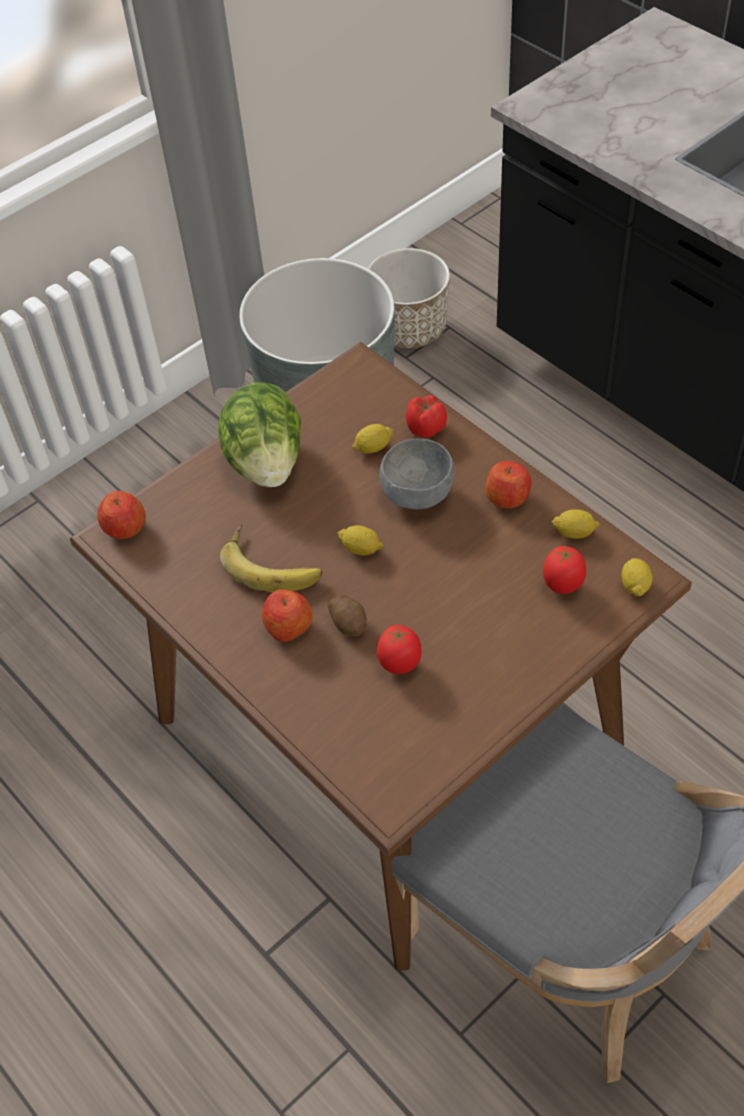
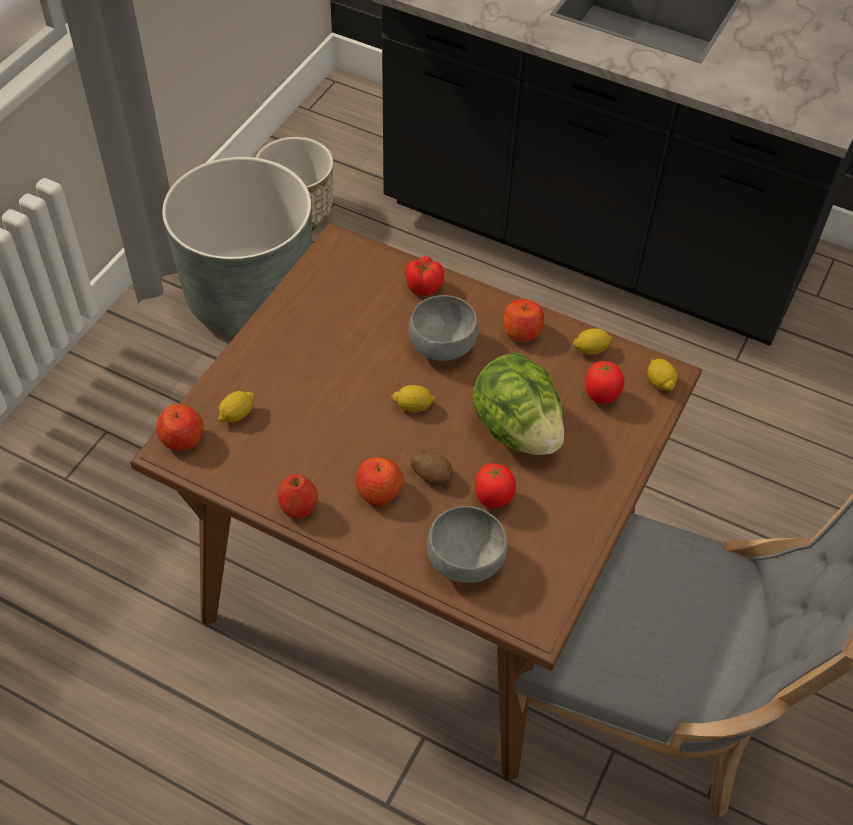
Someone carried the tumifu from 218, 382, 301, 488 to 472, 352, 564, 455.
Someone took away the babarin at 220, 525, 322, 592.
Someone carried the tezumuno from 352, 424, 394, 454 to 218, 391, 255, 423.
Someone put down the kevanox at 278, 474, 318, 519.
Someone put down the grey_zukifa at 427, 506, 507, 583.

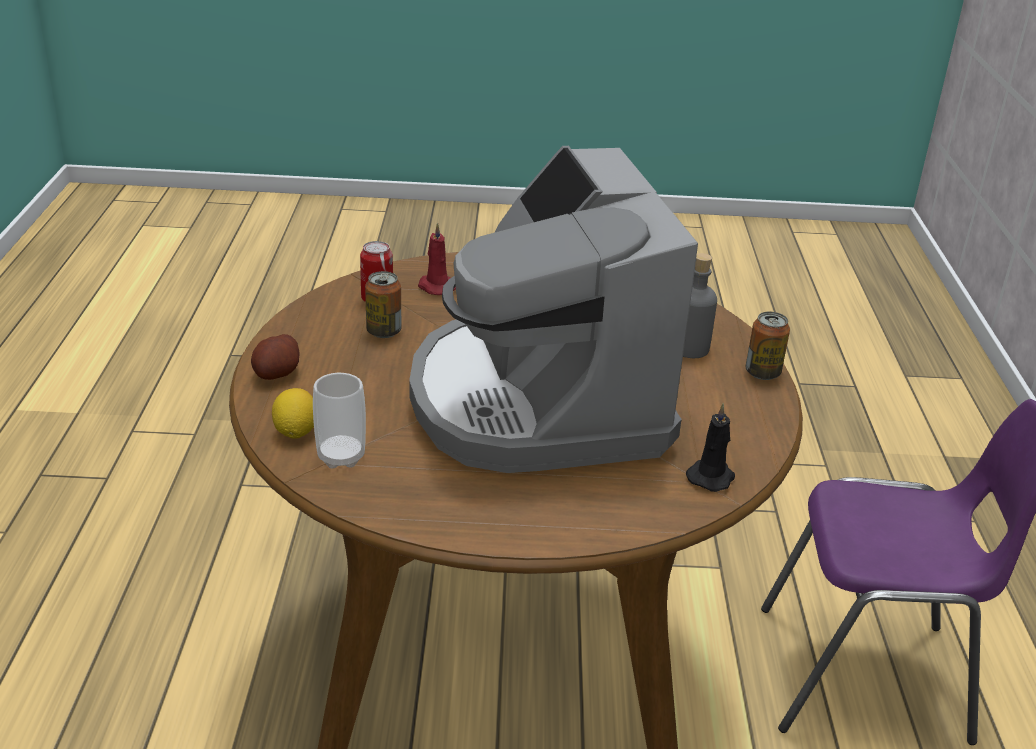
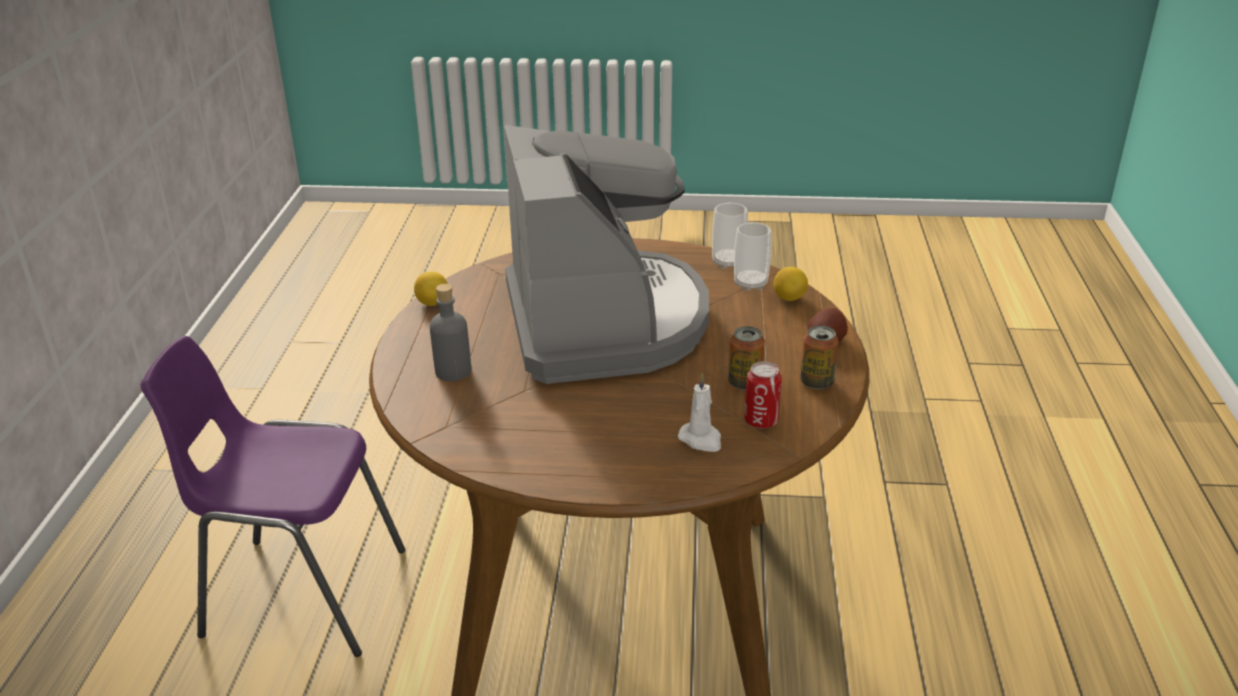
Someone repainted the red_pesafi at 418, 222, 456, 295, which became the white_pesafi at 678, 373, 721, 452.
Someone took away the black_pesafi at 686, 403, 735, 492.
Someone carried the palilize from 746, 312, 790, 380 to 800, 325, 838, 389.
Someone put down the tezumuno at 414, 272, 448, 306.
Someone put down the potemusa at 712, 203, 748, 269.

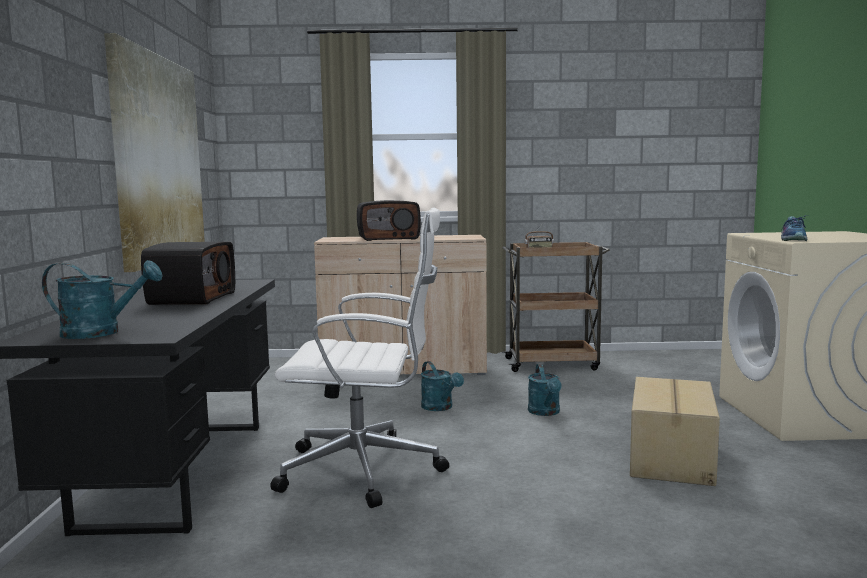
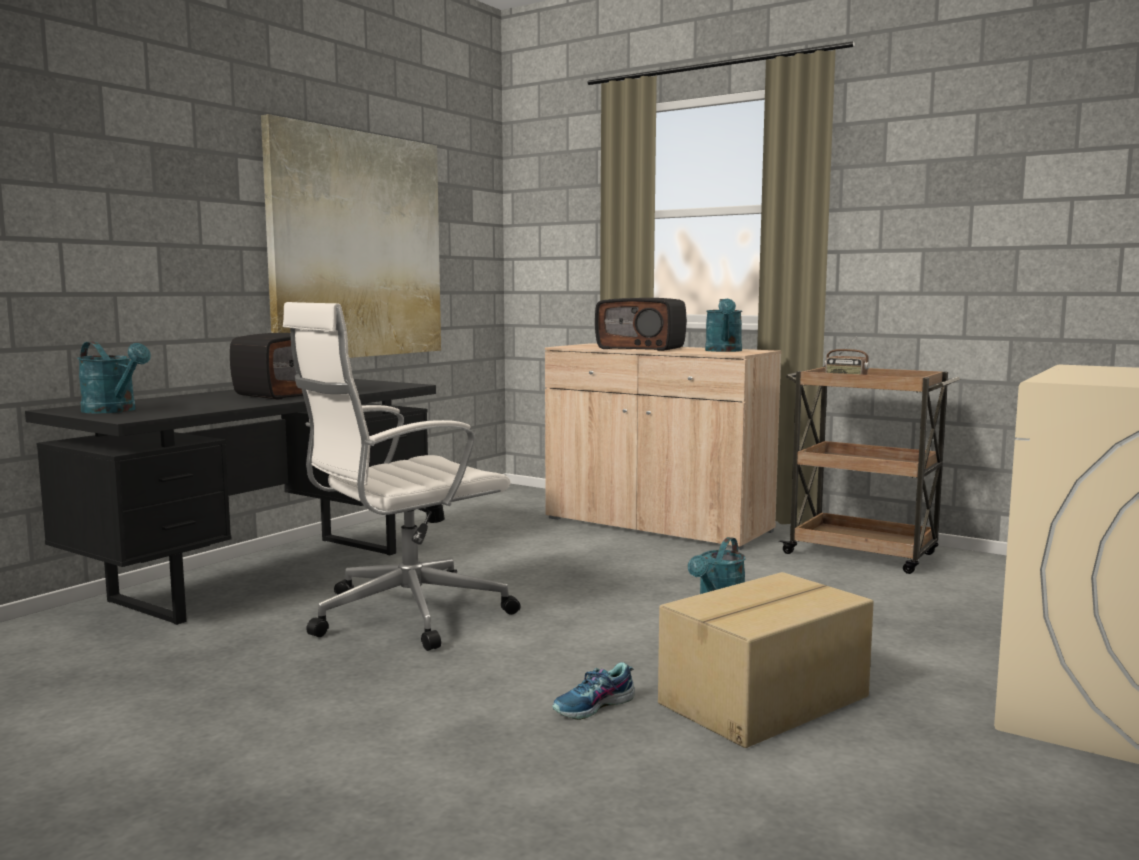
Someone rotated the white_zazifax at 270, 207, 449, 508 by 105 degrees clockwise.
Someone carried the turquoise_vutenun from 421, 361, 464, 411 to 705, 299, 742, 352.
Someone carried the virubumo from 781, 215, 807, 241 to 552, 662, 635, 720.

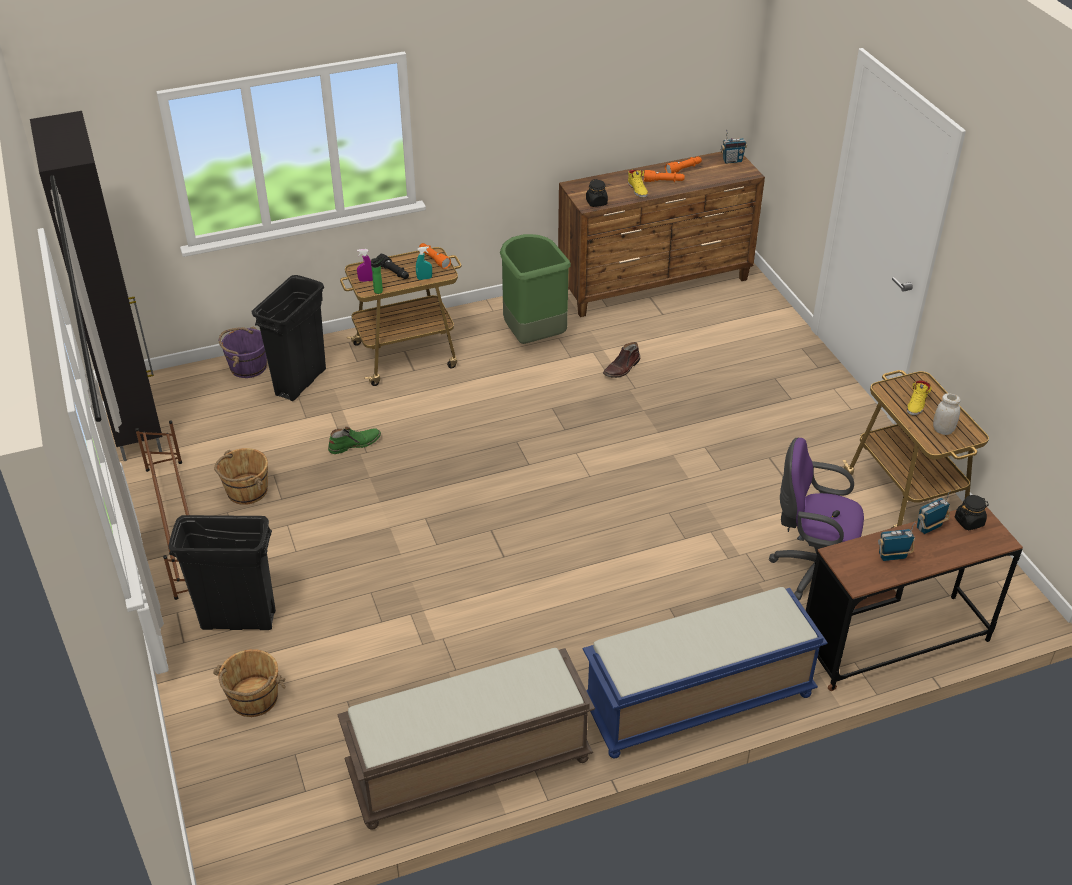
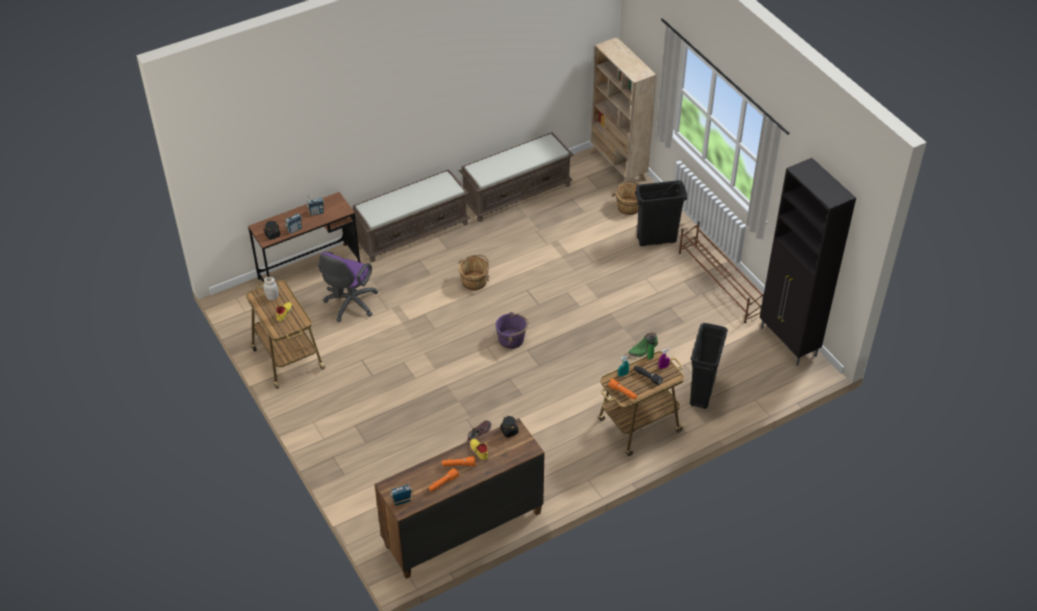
Someone carried the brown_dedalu from 214, 448, 268, 505 to 458, 255, 490, 291.
Someone carried the purple_dedalu from 219, 327, 267, 378 to 496, 312, 528, 349.
Someone took away the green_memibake at 500, 234, 571, 344.
Someone repainted the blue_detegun at 582, 587, 828, 759, which became the brown_detegun at 353, 169, 470, 262.
Someone rotated the purple_zazifax at 769, 438, 864, 600 by 105 degrees clockwise.
Someone put down the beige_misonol at 590, 37, 657, 184.

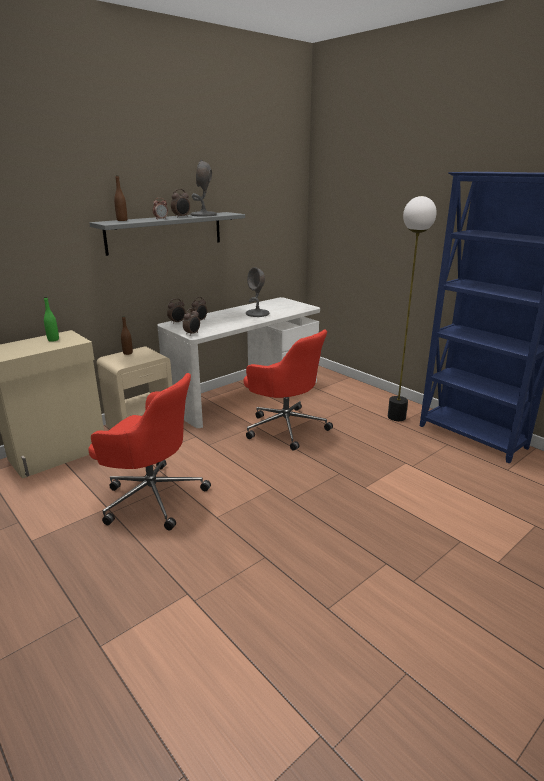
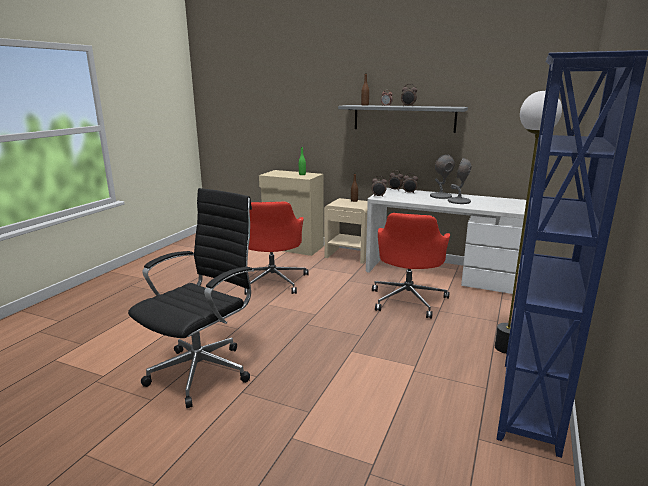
Someone carried the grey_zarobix from 191, 160, 217, 216 to 430, 154, 455, 199.
Someone put down the black_zazifax at 128, 188, 254, 408.

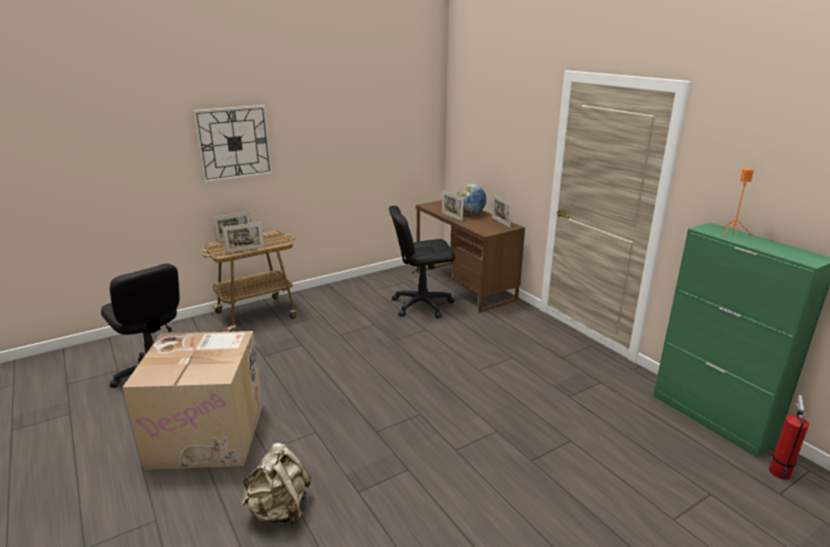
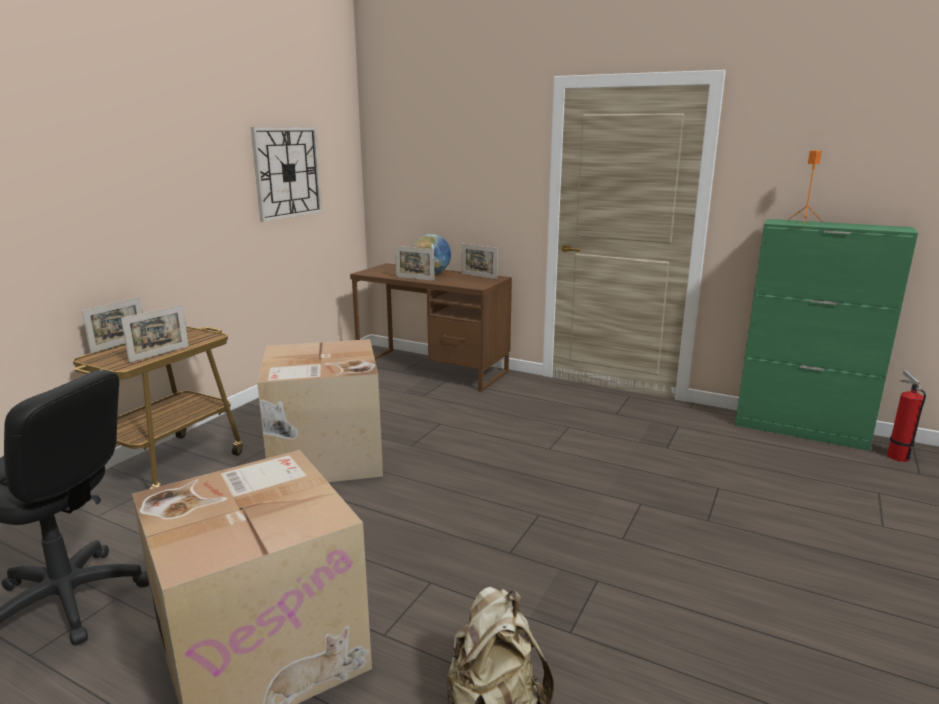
Someone carried the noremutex from 193, 105, 273, 183 to 251, 127, 322, 222.
Someone took away the black_zazifax at 389, 206, 455, 318.
Someone put down the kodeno at 257, 339, 383, 482.

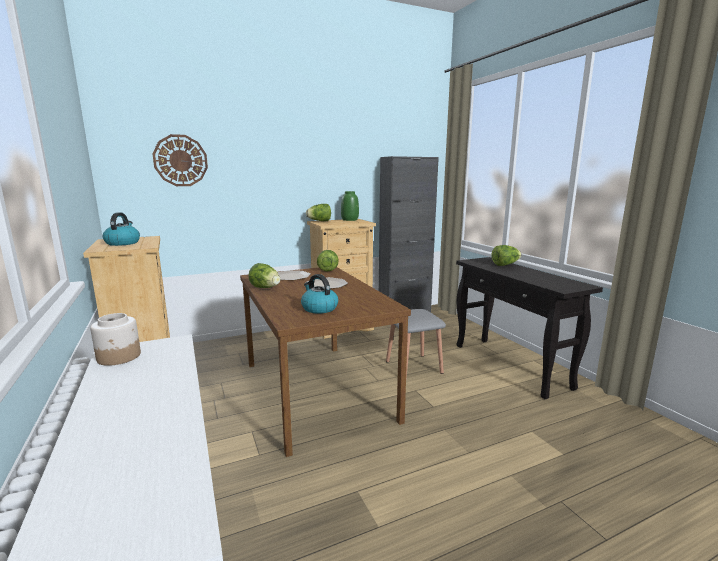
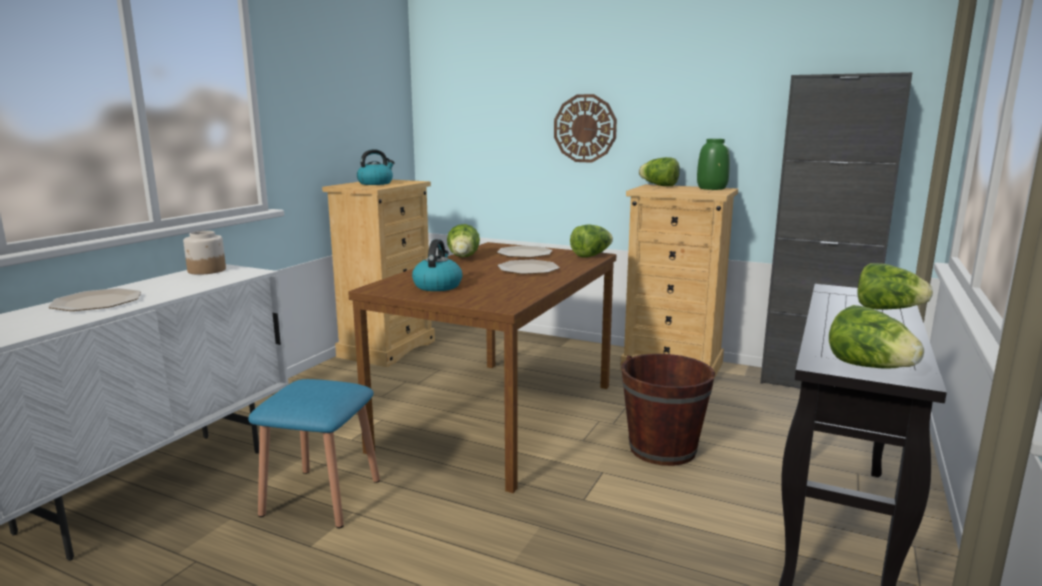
Someone carried the noremutex from 152, 134, 208, 186 to 554, 94, 617, 163.
Someone swapped the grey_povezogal at 386, 309, 446, 378 for the brown_dedalu at 621, 354, 715, 466.
Someone put down the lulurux at 48, 288, 141, 311.
Someone put down the blue_povezogal at 248, 379, 380, 528.
Someone put down the tumifu at 829, 305, 924, 369.

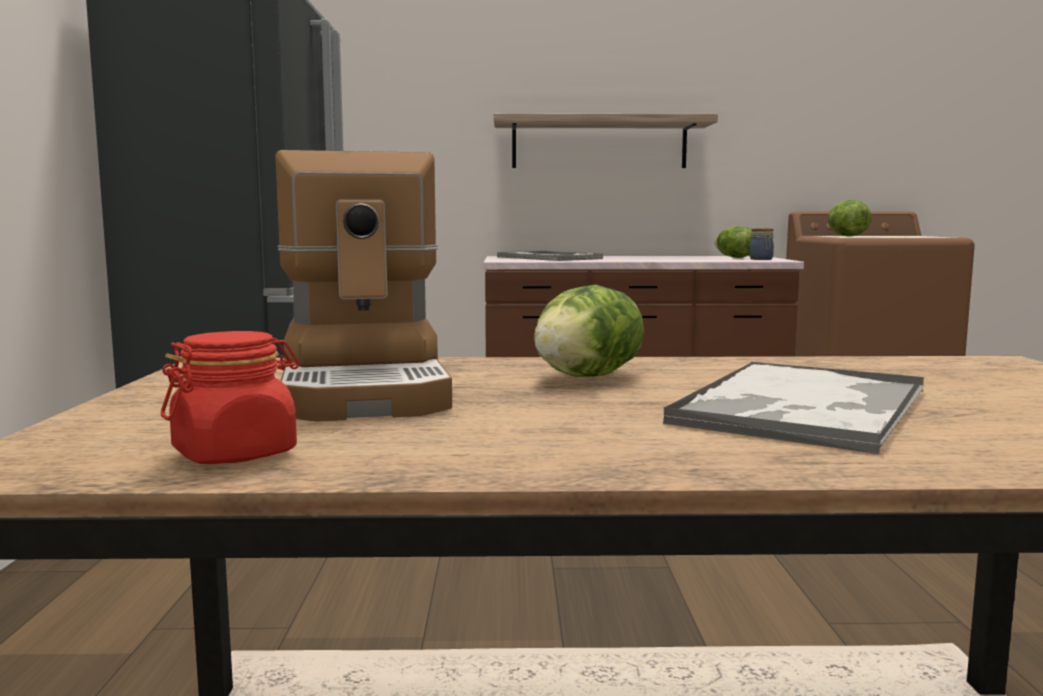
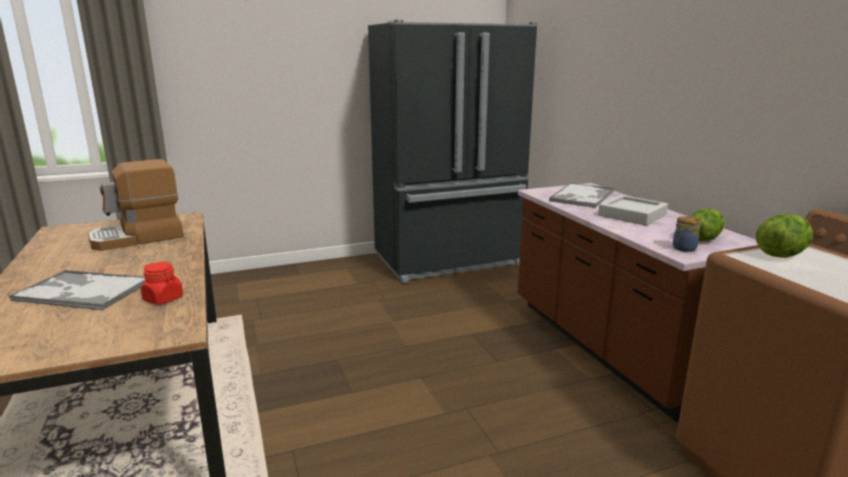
Someone carried the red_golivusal from 161, 331, 299, 464 to 141, 262, 183, 305.
Someone took away the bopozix at 494, 113, 718, 168.
Someone took away the tumifu at 534, 285, 644, 377.
Someone put down the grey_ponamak at 598, 195, 668, 226.

